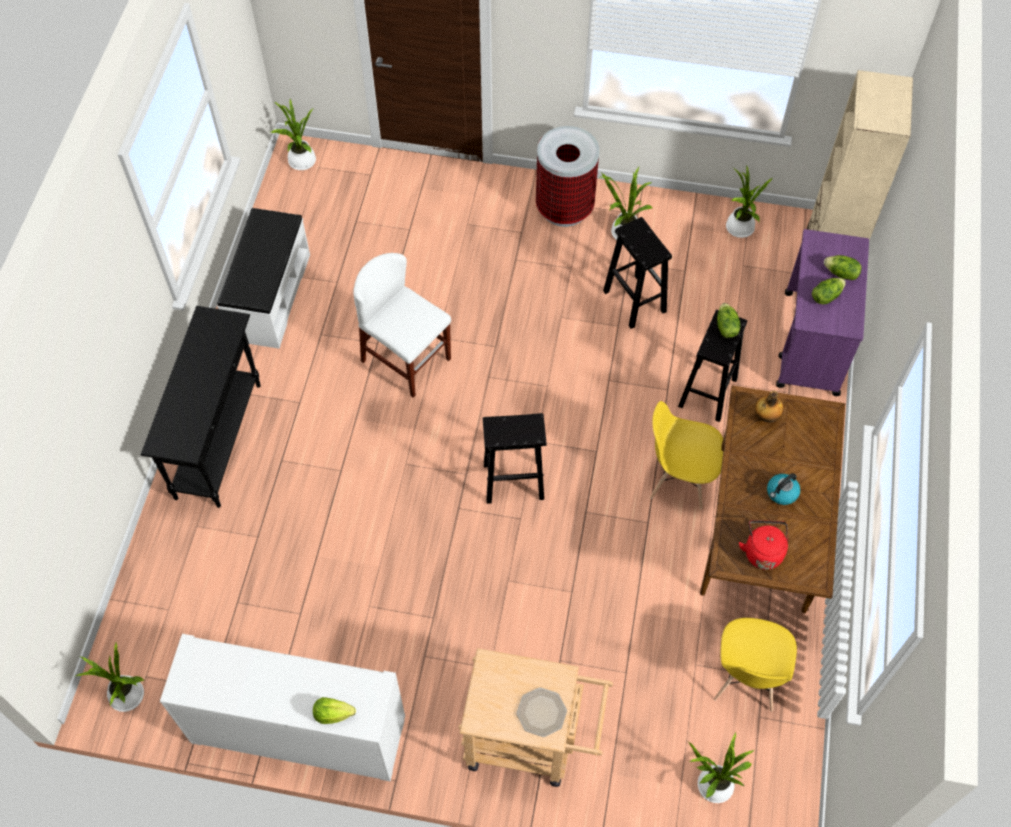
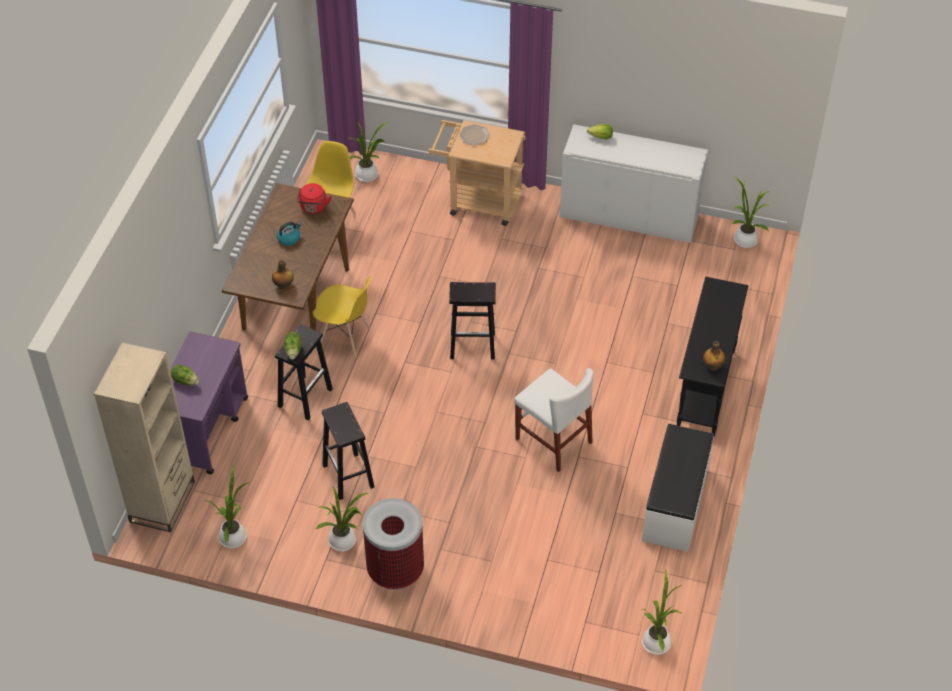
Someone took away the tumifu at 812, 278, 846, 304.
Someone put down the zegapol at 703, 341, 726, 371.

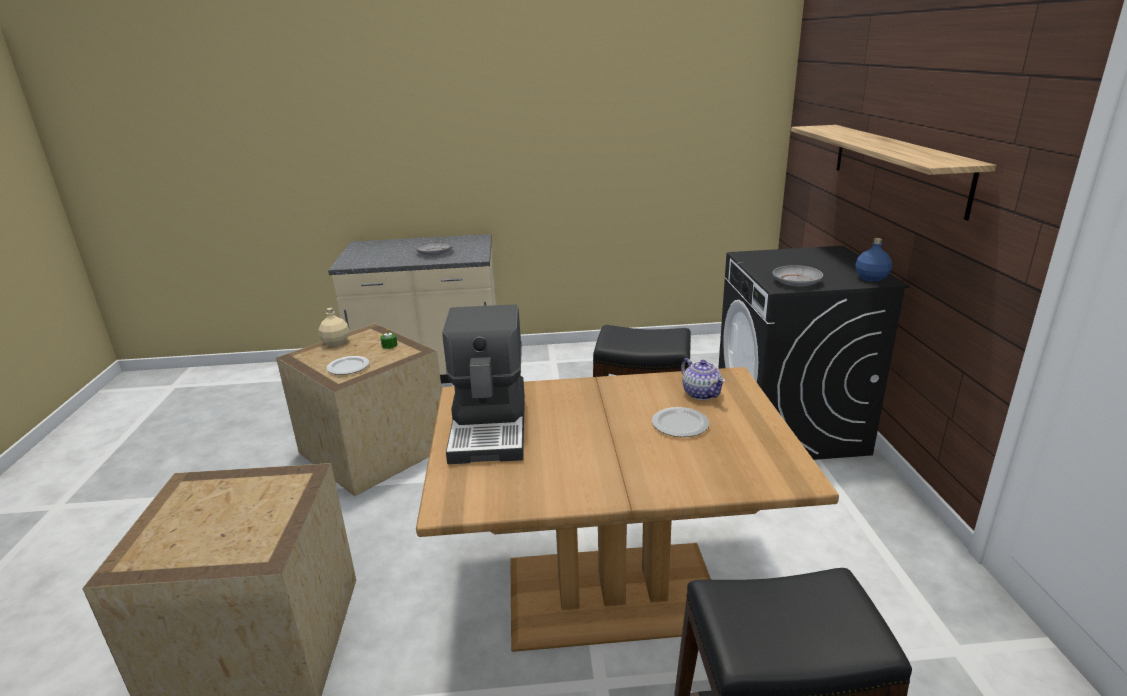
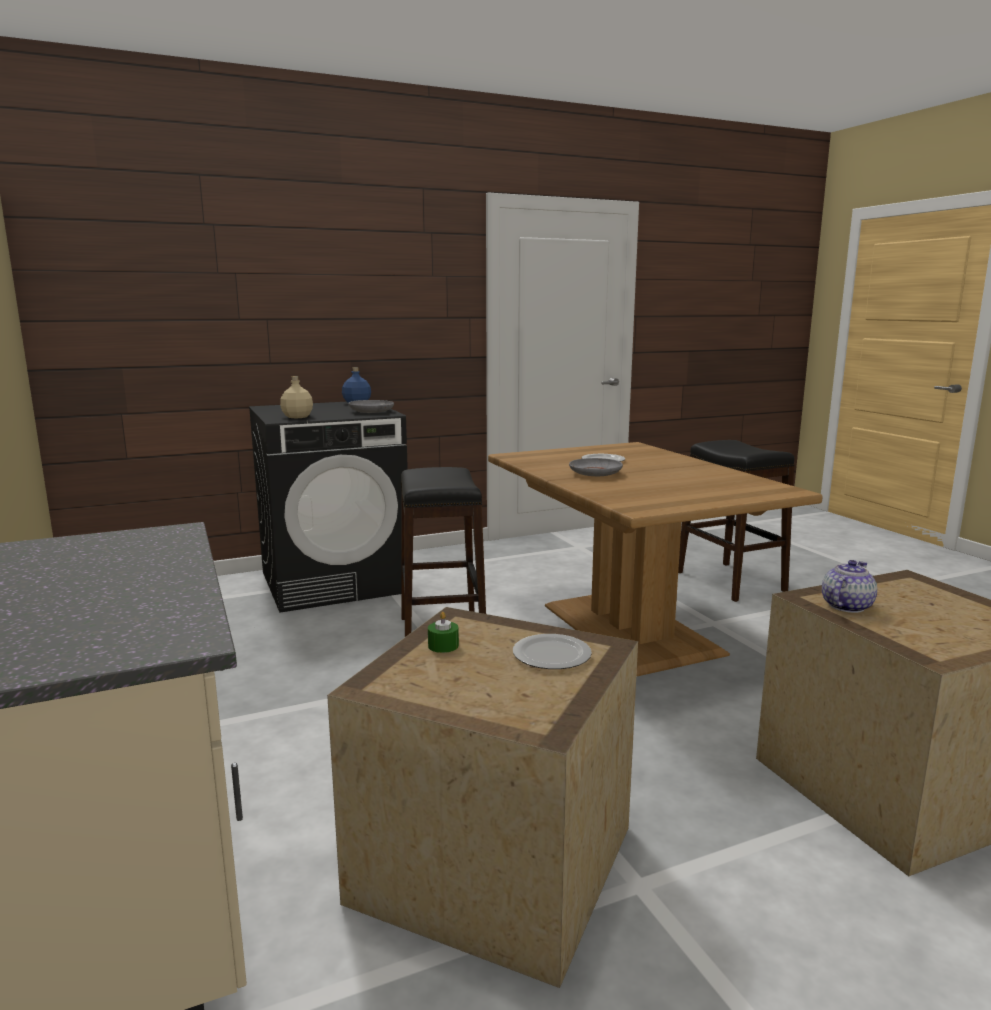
Someone carried the beige_zegapol from 318, 308, 349, 346 to 280, 376, 313, 418.
Someone carried the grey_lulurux from 416, 241, 453, 256 to 569, 458, 623, 476.
Someone took away the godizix at 442, 304, 525, 464.
Someone carried the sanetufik from 681, 358, 726, 400 to 822, 560, 877, 613.
Someone took away the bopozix at 791, 125, 996, 221.

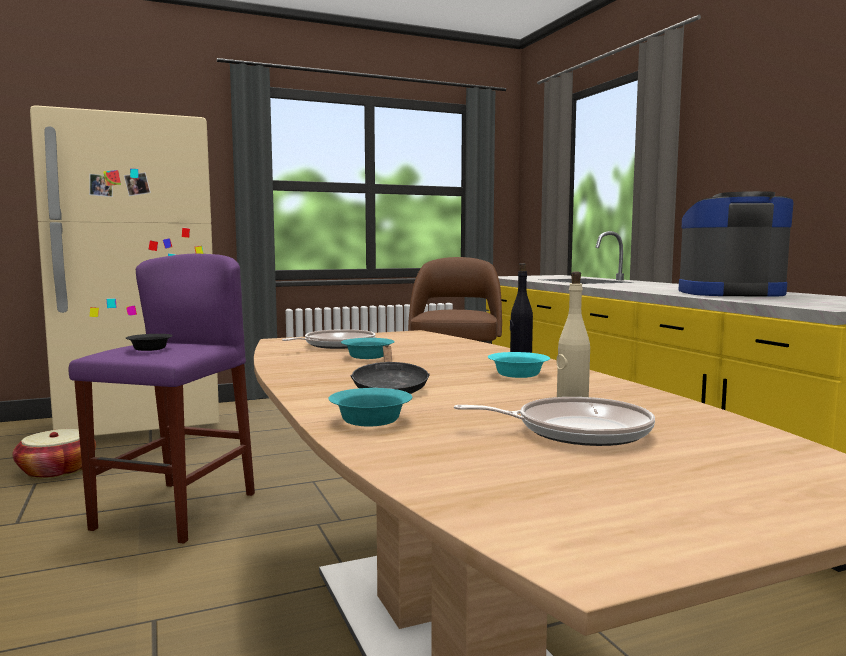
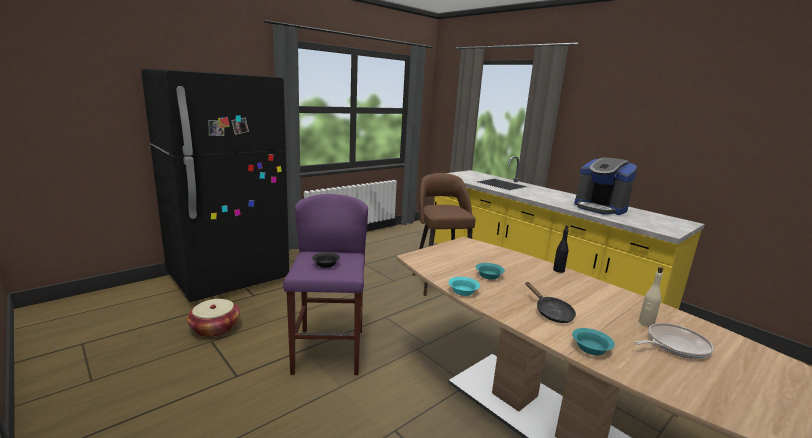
Someone repainted the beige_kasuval at 30, 105, 219, 436, which became the black_kasuval at 141, 69, 289, 302.
Someone took away the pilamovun at 282, 329, 376, 349.
Someone carried the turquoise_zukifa from 488, 352, 550, 378 to 448, 277, 480, 296.
Someone rotated the godizix at 679, 191, 794, 297 by 120 degrees counterclockwise.

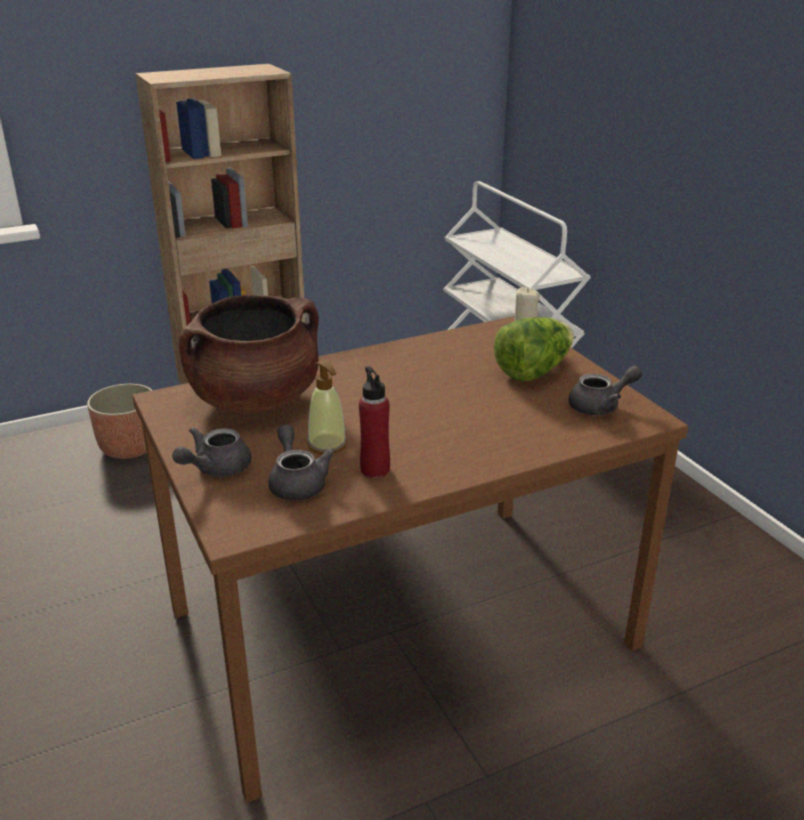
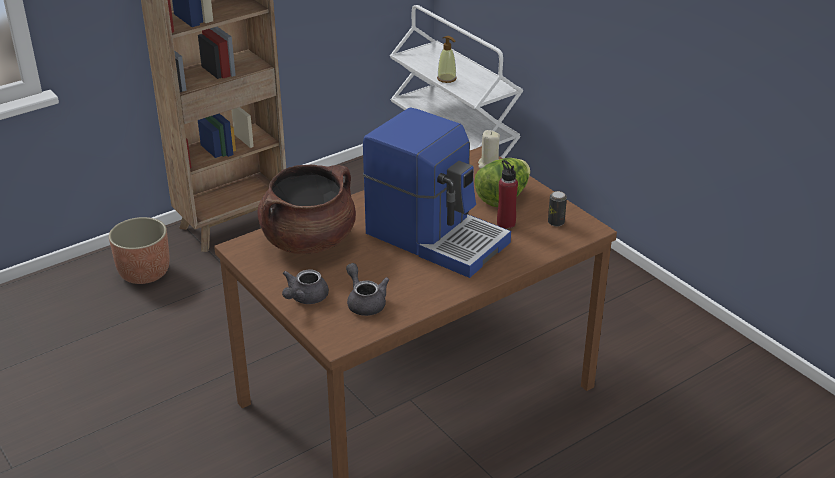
Someone carried the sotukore from 307, 360, 347, 455 to 437, 36, 457, 83.
Someone carried the red_zegapol from 359, 366, 390, 478 to 497, 160, 518, 229.
Someone swapped the grey_sanetufik at 568, 366, 642, 415 for the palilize at 548, 191, 567, 226.
Someone put down the godizix at 363, 108, 511, 278.

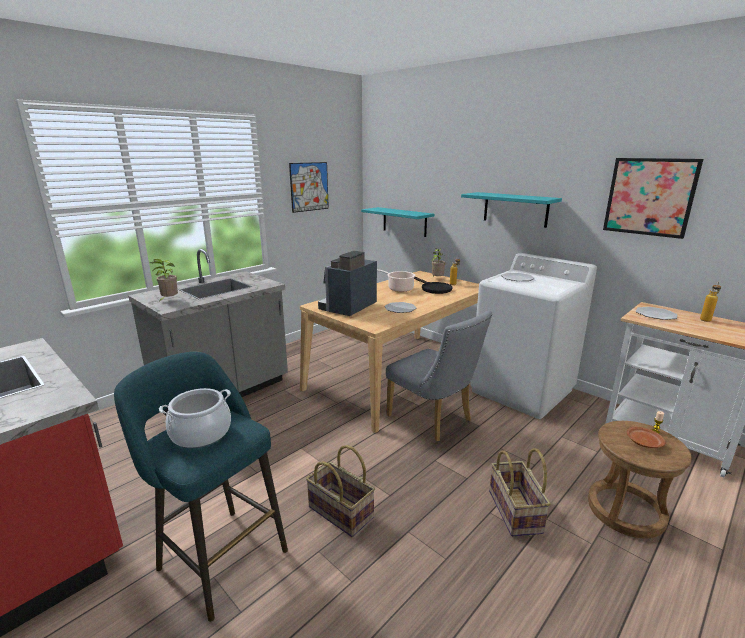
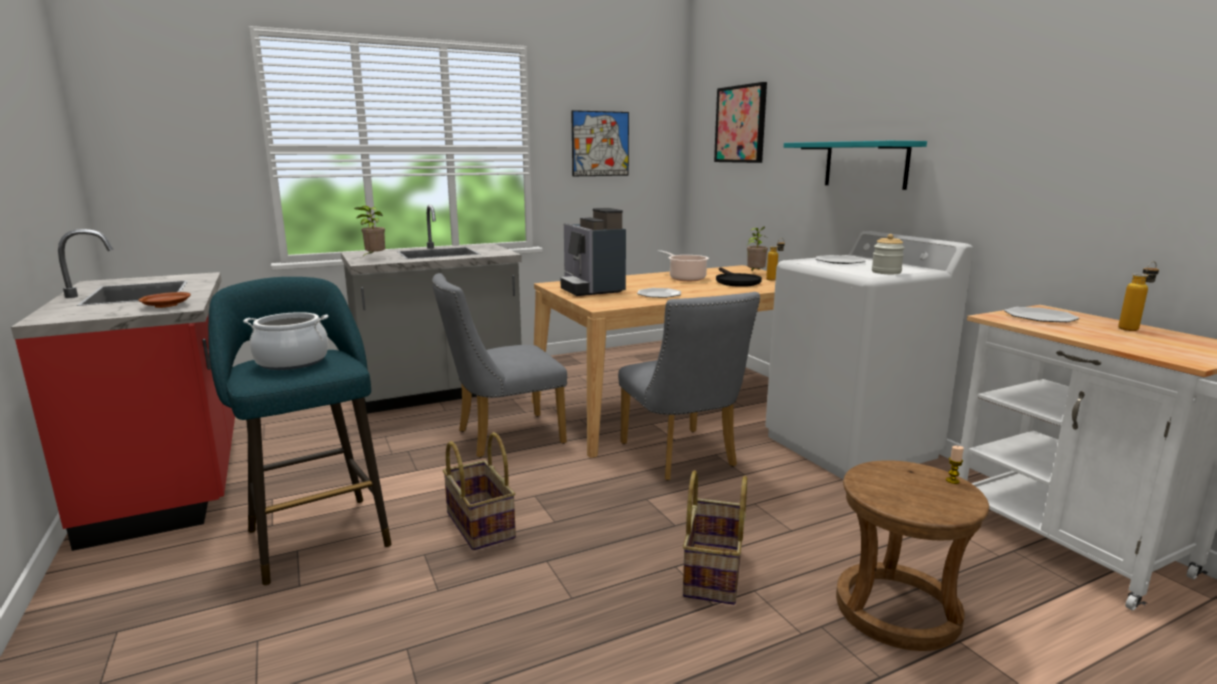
Someone rotated the godizix at 318, 251, 377, 316 by 75 degrees counterclockwise.
Someone took away the turquoise_bopozix at 361, 207, 434, 237.
Someone carried the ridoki from 603, 158, 703, 239 to 714, 82, 767, 163.
Someone carried the brown_lulurux from 627, 427, 666, 448 to 139, 292, 191, 308.
Someone put down the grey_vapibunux at 432, 273, 567, 458.
Someone put down the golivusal at 872, 234, 905, 274.

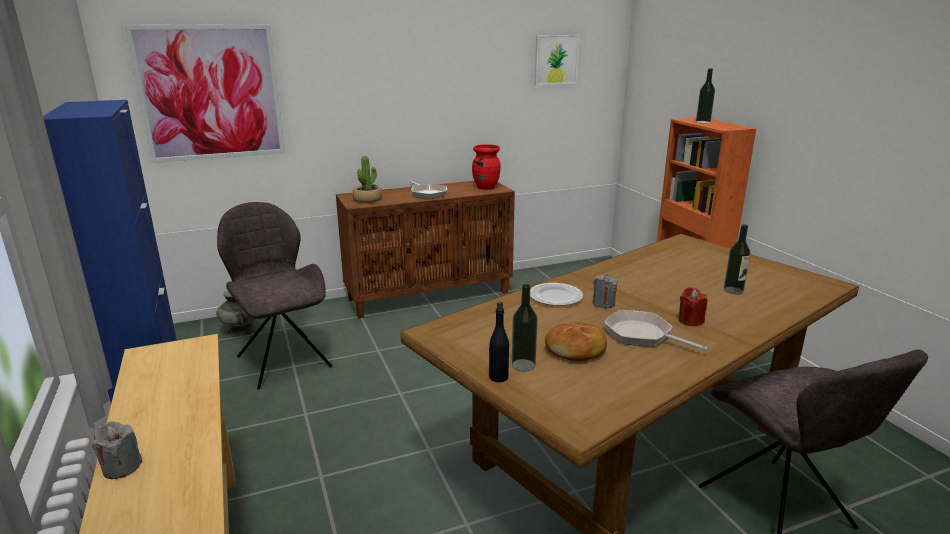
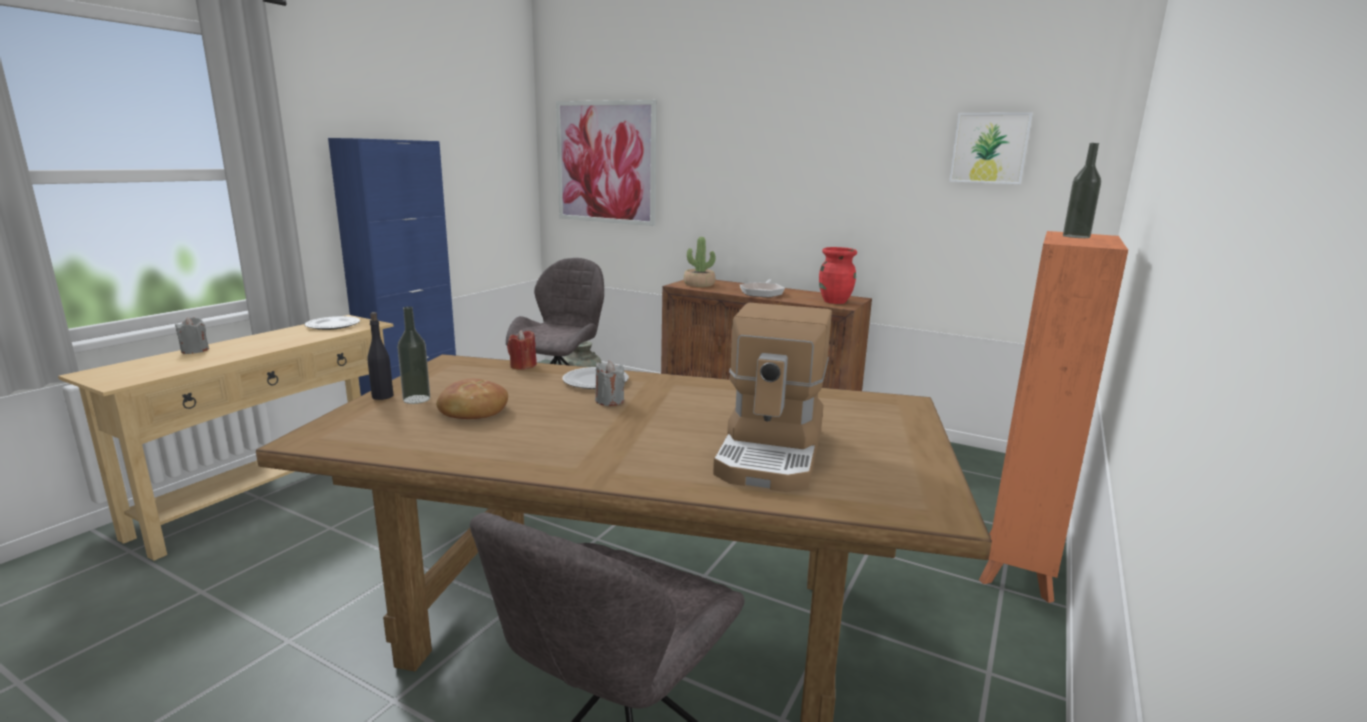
Someone took away the pilamovun at 604, 310, 708, 350.
Someone carried the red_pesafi from 679, 287, 708, 326 to 507, 330, 537, 370.
Someone swapped the zegapol at 724, 224, 750, 294 for the godizix at 713, 303, 832, 492.
Someone put down the lulurux at 305, 316, 360, 330.

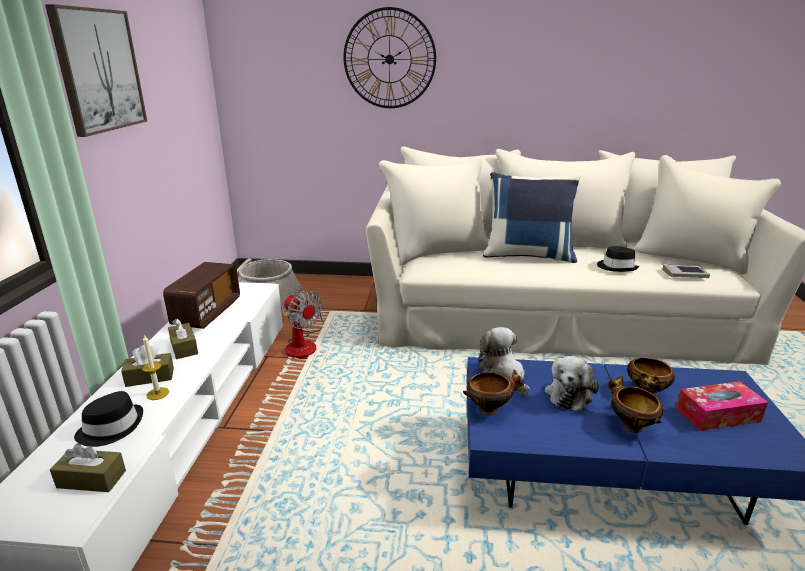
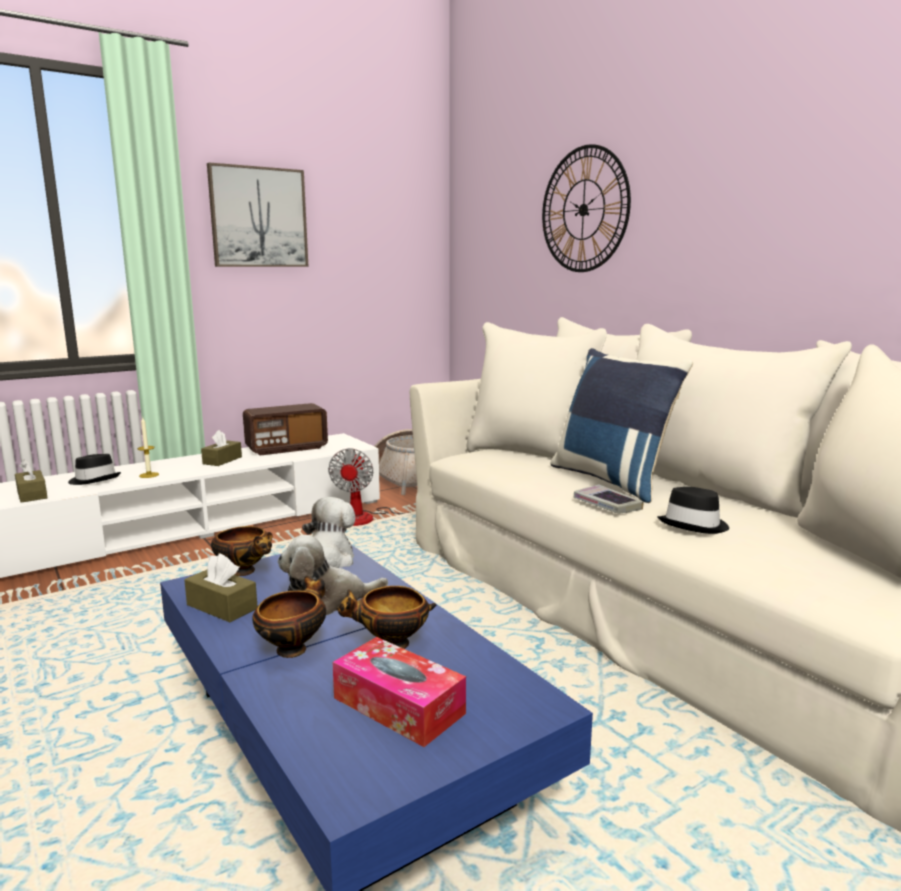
Someone carried the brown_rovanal from 121, 345, 174, 387 to 184, 553, 258, 622.
Someone carried the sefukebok from 662, 264, 710, 278 to 573, 484, 644, 514.

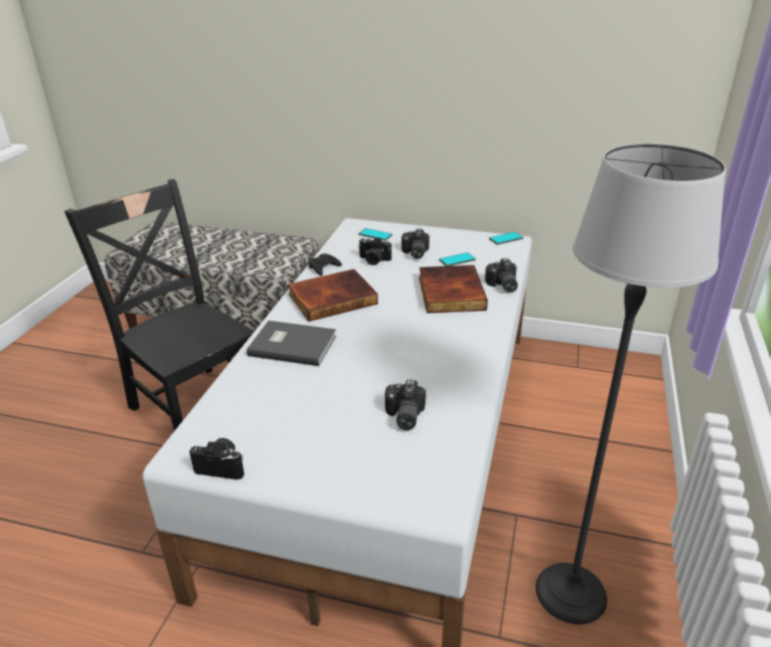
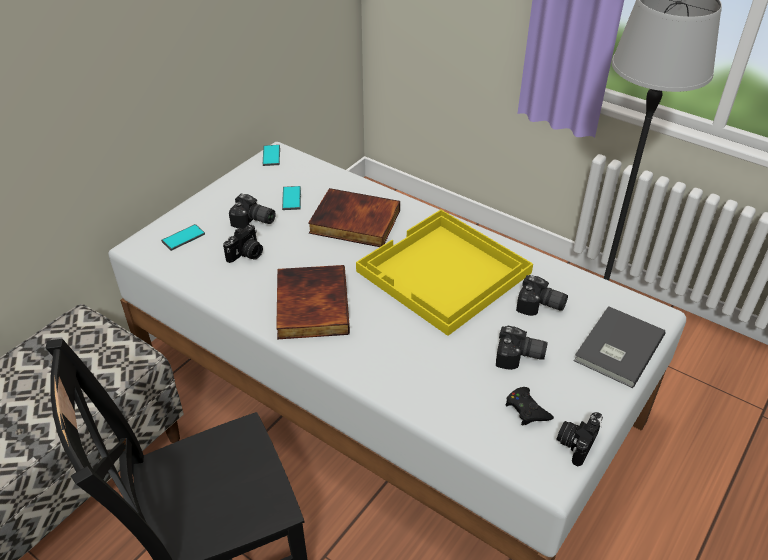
Someone carried the grey_sefukebok from 247, 320, 336, 366 to 574, 306, 666, 388.
Someone carried the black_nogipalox from 308, 254, 342, 276 to 505, 387, 554, 426.
Someone carried the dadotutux from 485, 258, 518, 293 to 496, 326, 548, 370.
Someone put down the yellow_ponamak at 356, 210, 533, 336.

